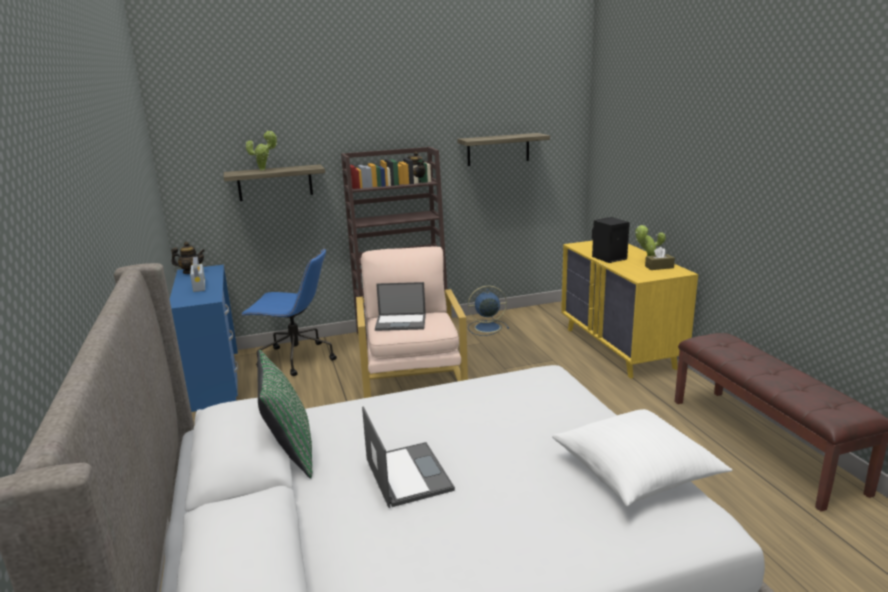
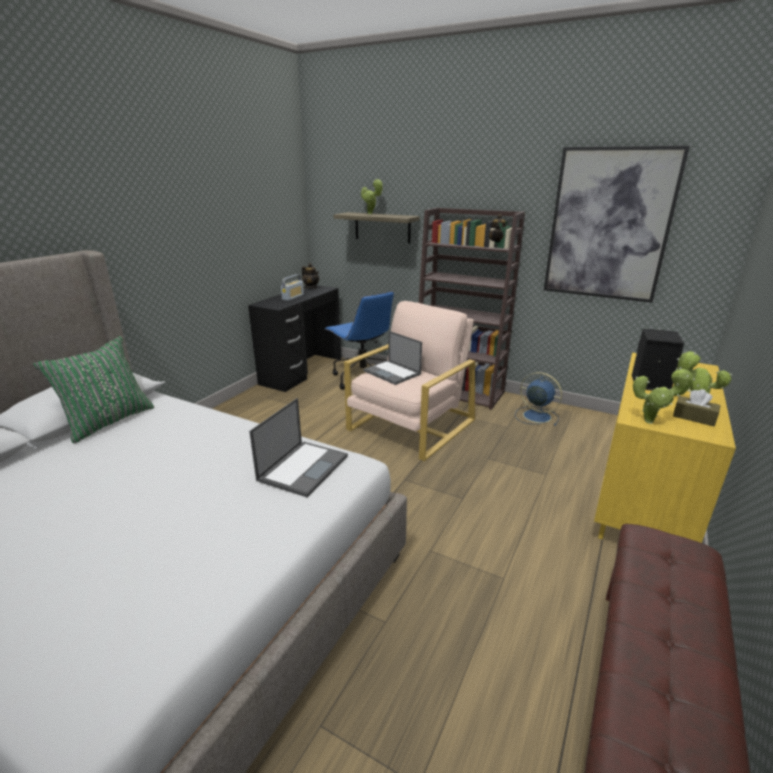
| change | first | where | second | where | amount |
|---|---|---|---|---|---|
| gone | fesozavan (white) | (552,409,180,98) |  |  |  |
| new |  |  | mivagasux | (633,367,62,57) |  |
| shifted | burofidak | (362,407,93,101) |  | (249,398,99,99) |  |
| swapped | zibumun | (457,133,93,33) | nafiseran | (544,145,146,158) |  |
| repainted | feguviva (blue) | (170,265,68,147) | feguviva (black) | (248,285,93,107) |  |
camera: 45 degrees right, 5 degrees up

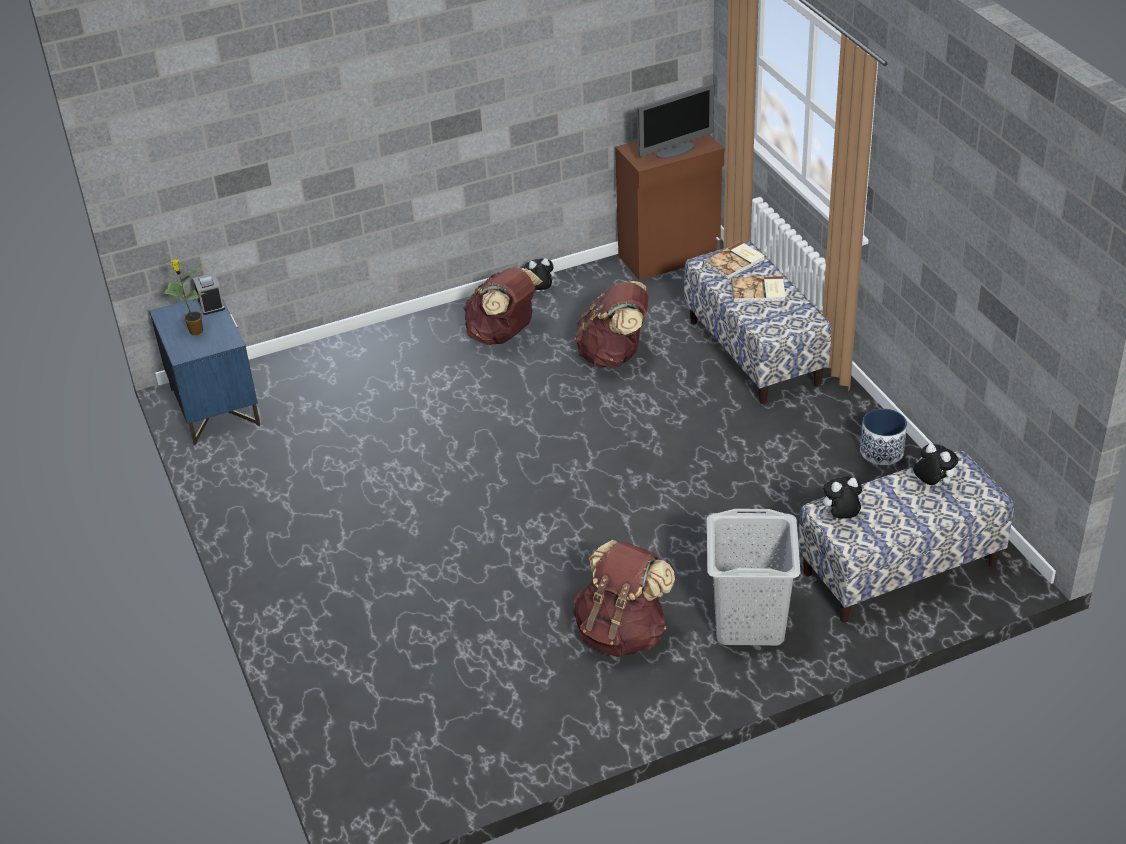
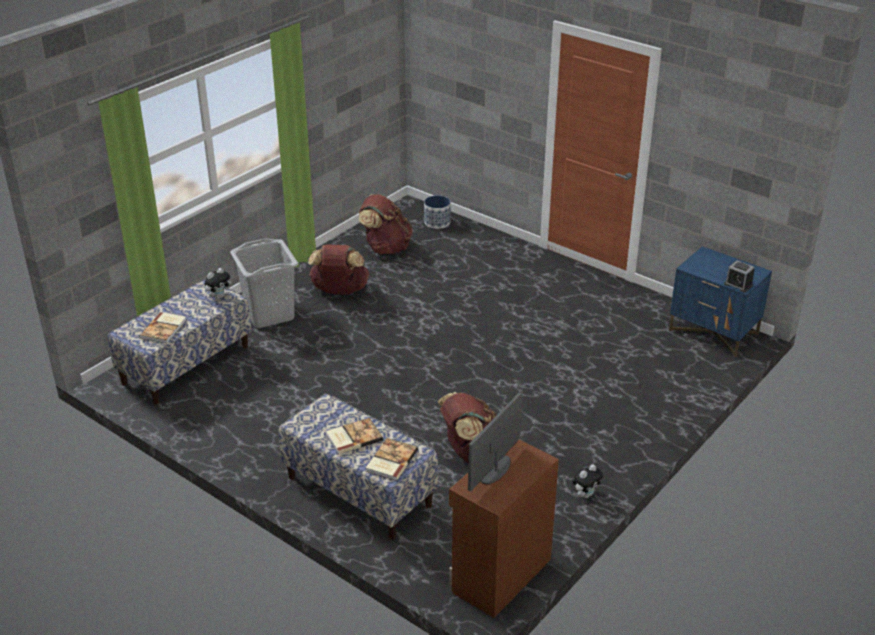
| change | first | where | second | where | amount |
|---|---|---|---|---|---|
| gone | mivagasux | (163,259,43,76) |  |  |  |
| shifted | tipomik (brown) | (463,267,80,78) |  | (359,194,54,60) |  |
| shifted | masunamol | (860,408,47,57) |  | (424,195,27,34) |  |
| swapped | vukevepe | (913,444,45,43) | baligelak | (139,312,47,31) |  |
camera: 150 degrees right, 5 degrees down

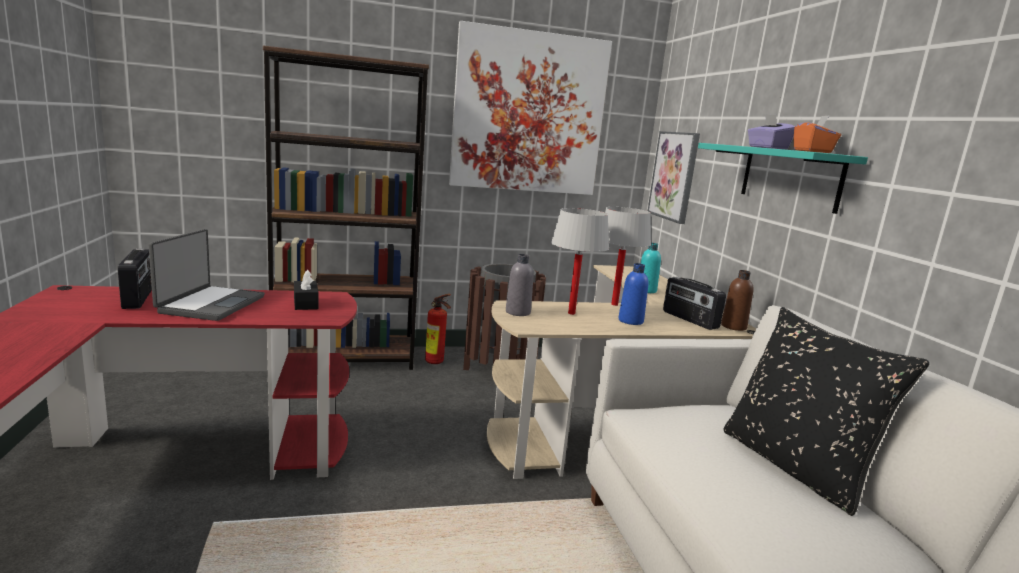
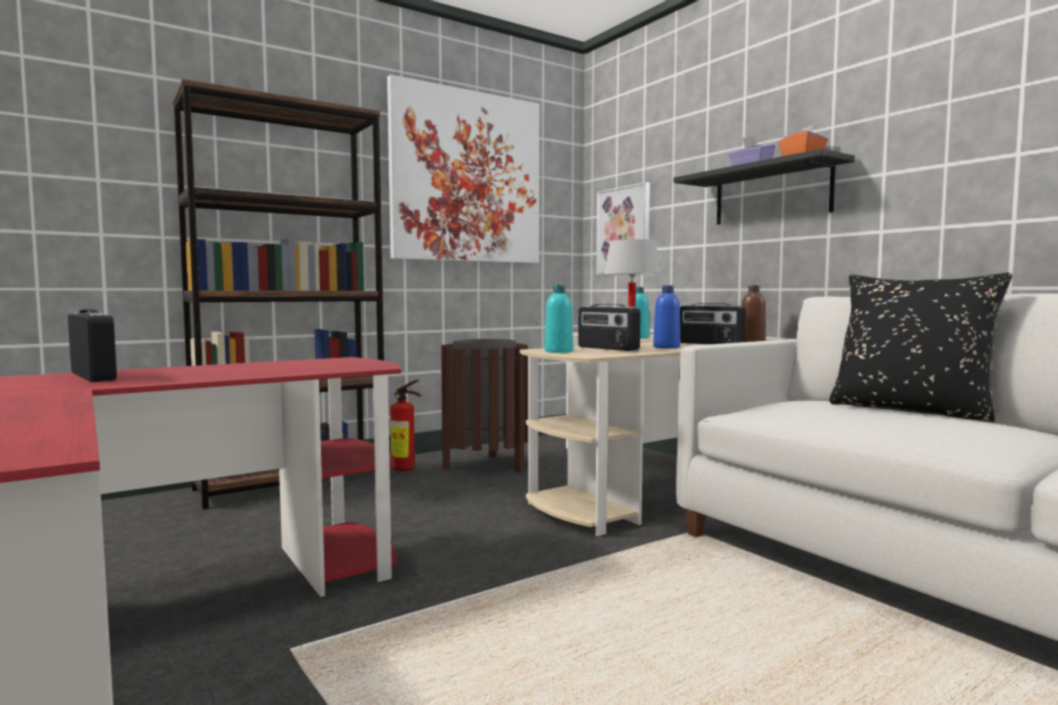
| change | first | where | second | where | amount |
|---|---|---|---|---|---|
| gone | burofidak | (149,229,116,92) |  |  |  |
| gone | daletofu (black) | (294,270,24,40) |  |  |  |
| swapped | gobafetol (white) | (551,208,58,107) | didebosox | (578,304,63,47) |  |
| repainted | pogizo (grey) | (506,254,27,62) | pogizo (turquoise) | (545,285,28,68) |  |
| repainted | zibumun (turquoise) | (698,143,170,71) | zibumun (black) | (674,149,181,76) |  |
camera: 20 degrees left, 10 degrees down

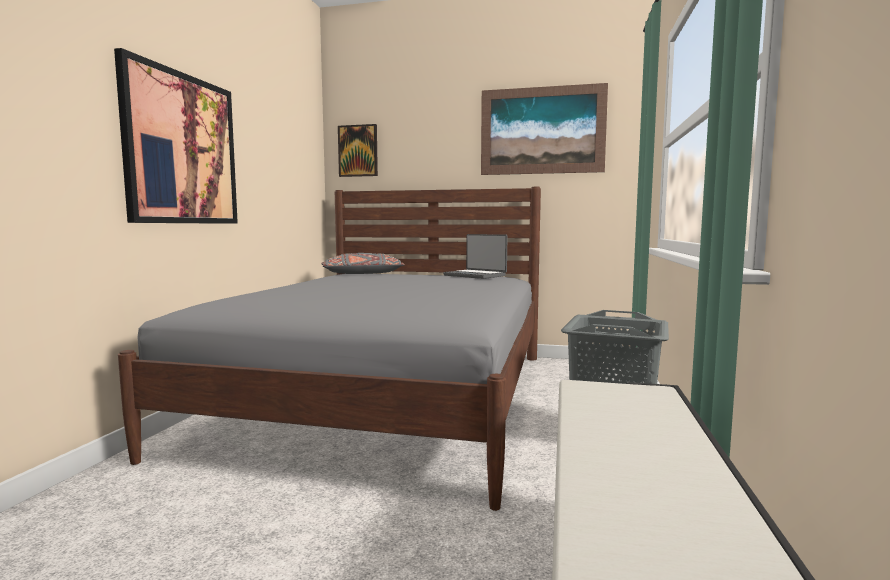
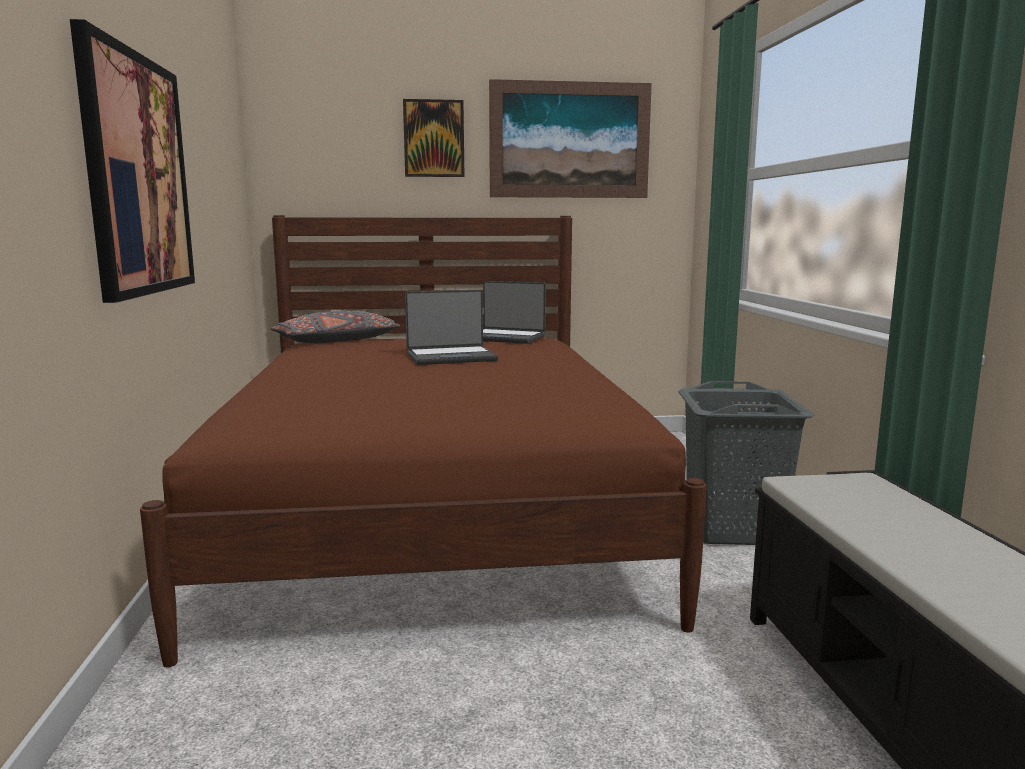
| change | first | where | second | where | amount |
|---|---|---|---|---|---|
| new |  |  | burofidak | (405,290,93,75) |  |
| shifted | nafiseran | (338,124,40,53) |  | (403,99,61,78) |  |
| repainted | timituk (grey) | (118,187,423,324) | timituk (brown) | (140,215,567,452) |  |
camera: 20 degrees left, 5 degrees up

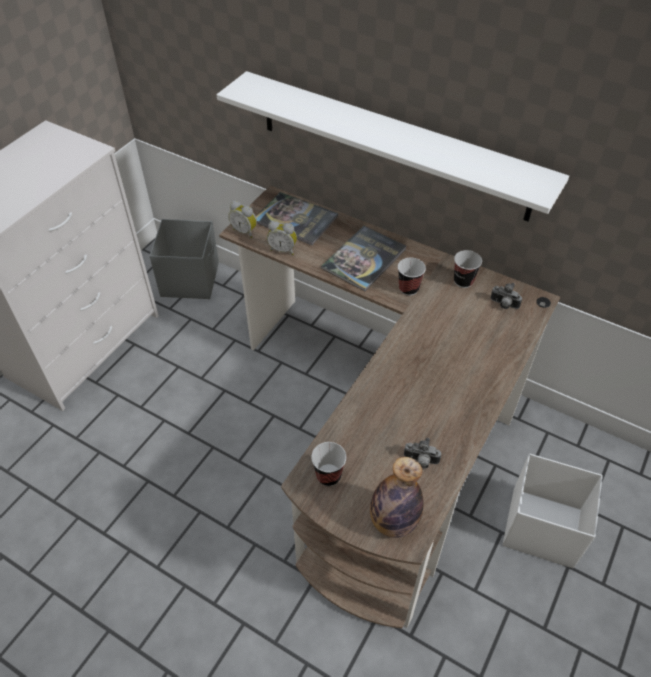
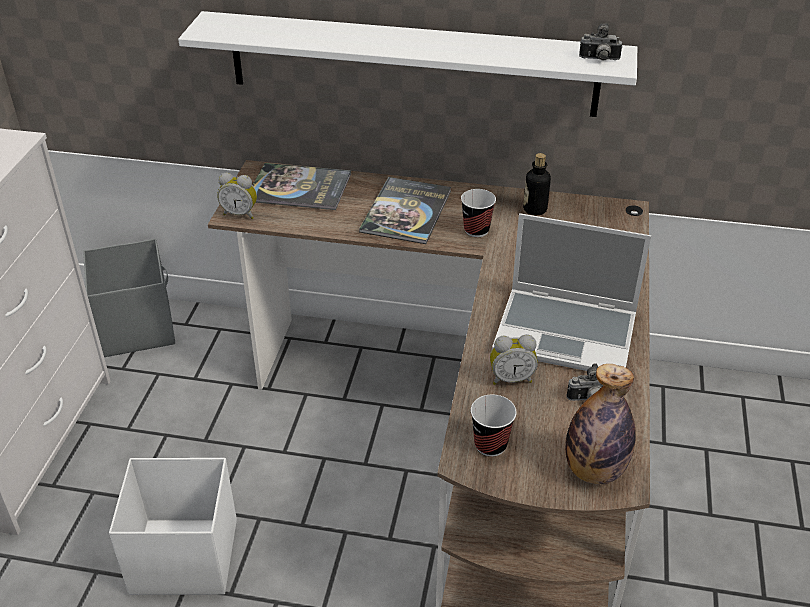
| change | first | where | second | where | amount |
|---|---|---|---|---|---|
| new |  |  | burofidak | (492,213,159,158) |  |
| shifted | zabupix | (267,220,30,35) |  | (490,334,48,51) |  |
| shifted | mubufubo | (491,283,31,26) |  | (579,23,44,38) |  |
| shifted | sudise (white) | (502,454,101,114) |  | (109,458,128,137) |  |
| swapped | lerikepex | (454,250,28,38) | pogizo | (523,153,28,62) |  |
camera: 20 degrees left, 10 degrees down

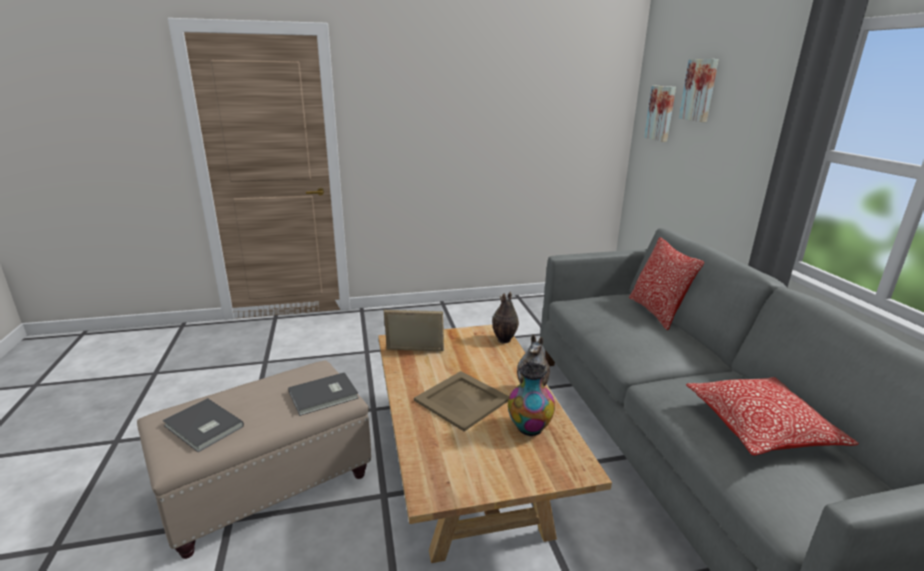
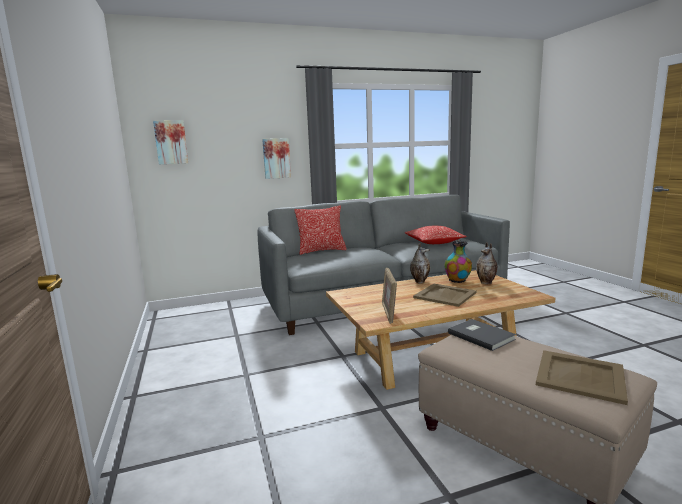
| change | first | where | second | where | amount |
|---|---|---|---|---|---|
| shifted | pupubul | (492,292,27,52) |  | (476,242,21,42) |  |
| shifted | nafiseran | (679,59,40,63) |  | (262,138,29,41) |  |
| swapped | baligelak (grey) | (163,398,81,54) | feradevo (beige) | (536,350,92,55) |  |
camera: 95 degrees left, 10 degrees down

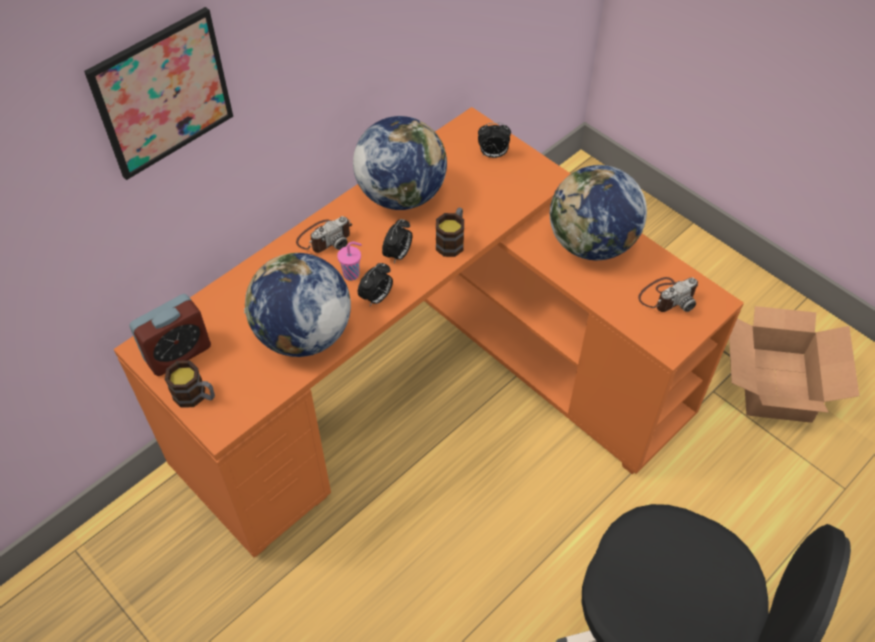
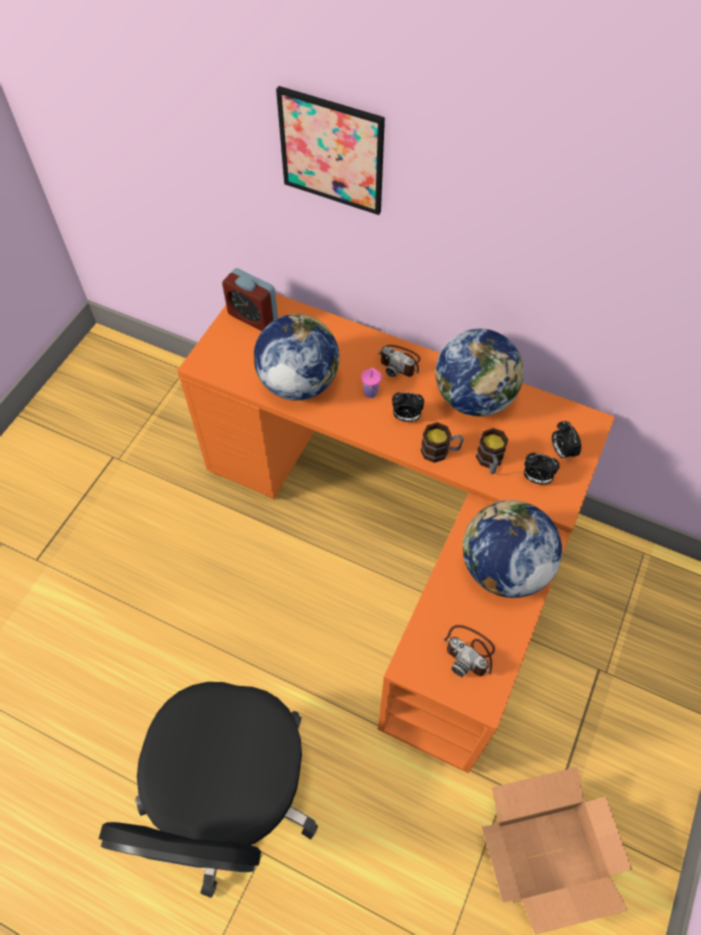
| change | first | where | second | where | amount |
|---|---|---|---|---|---|
| shifted | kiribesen | (165,360,50,48) |  | (476,428,32,46) |  |
| shifted | zabupix | (358,263,35,43) |  | (524,453,36,31) |  |
camera: 70 degrees right, 5 degrees up

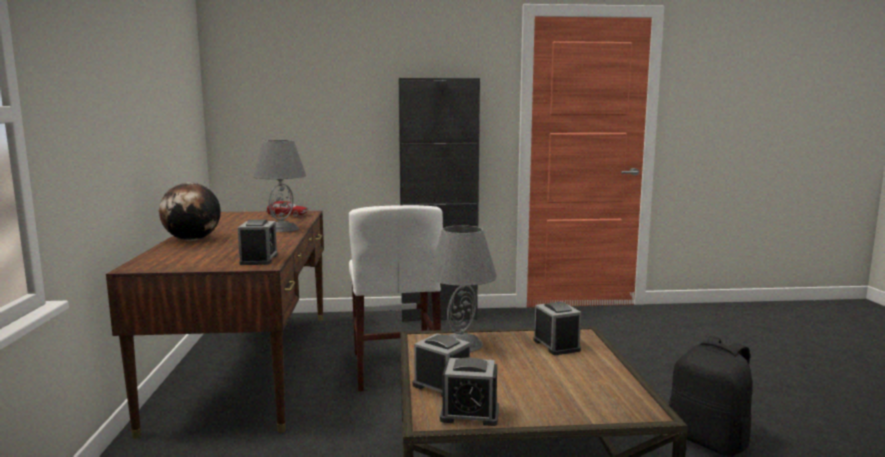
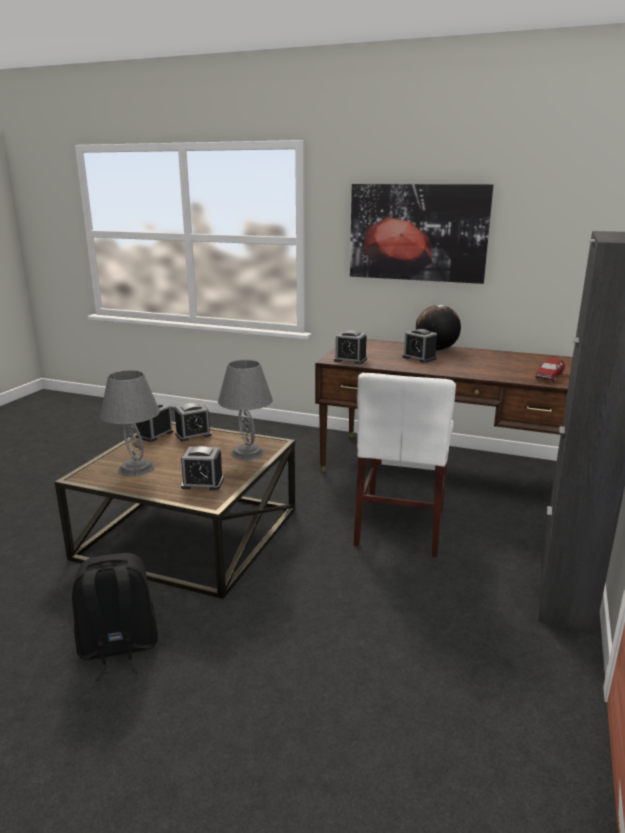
| change | first | where | second | where | amount |
|---|---|---|---|---|---|
| new |  |  | nafiseran | (350,184,143,100) |  |
| new |  |  | zabupix | (402,329,35,34) |  |
| shifted | gobafetol (grey) | (254,140,52,92) |  | (100,370,60,106) |  |
| rotated | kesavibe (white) | (349,205,94,186) |  | (354,373,102,184) | 90 degrees counterclockwise |
camera: 115 degrees right, 10 degrees up

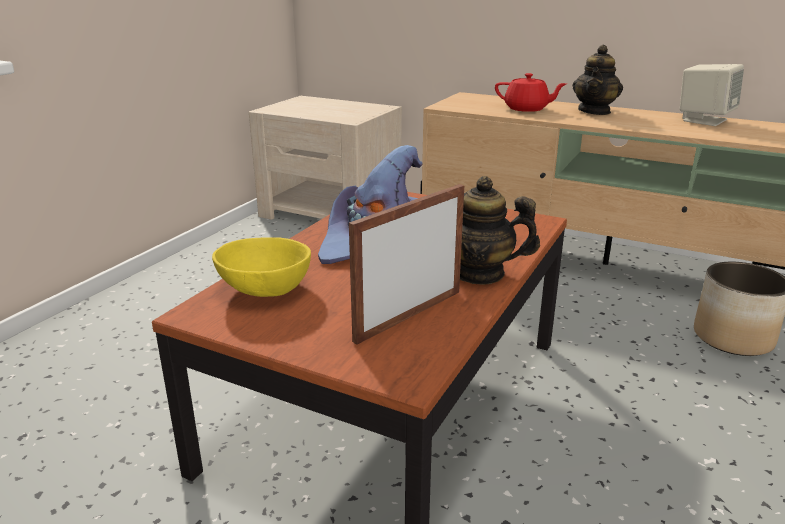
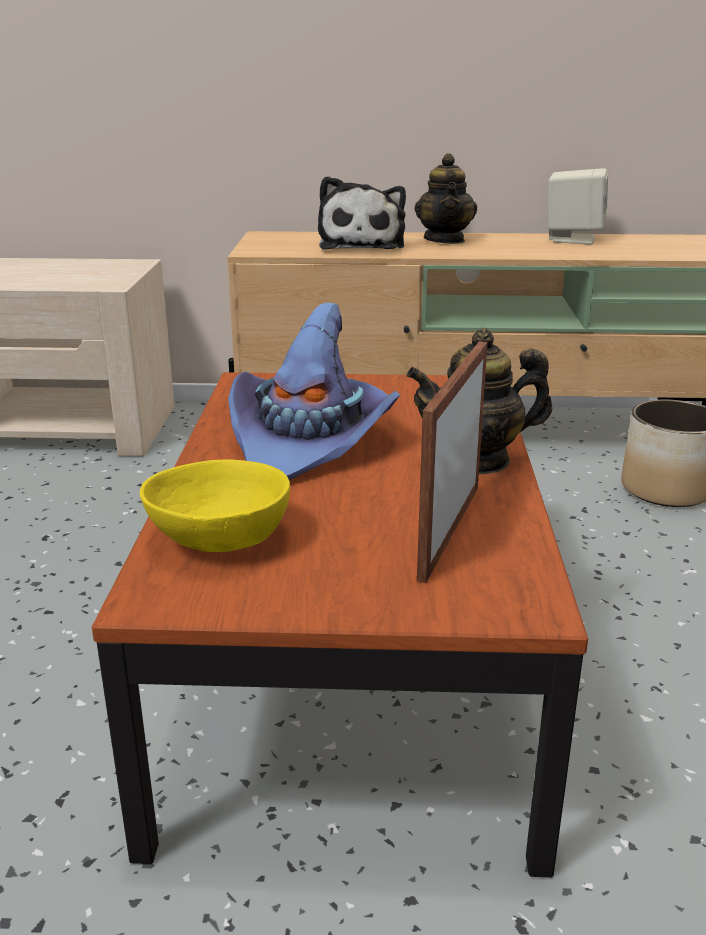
| change | first | where | second | where | amount |
|---|---|---|---|---|---|
| swapped | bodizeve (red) | (495,73,72,39) | vukevepe | (318,176,88,74) |  |
camera: 25 degrees left, 0 degrees up

